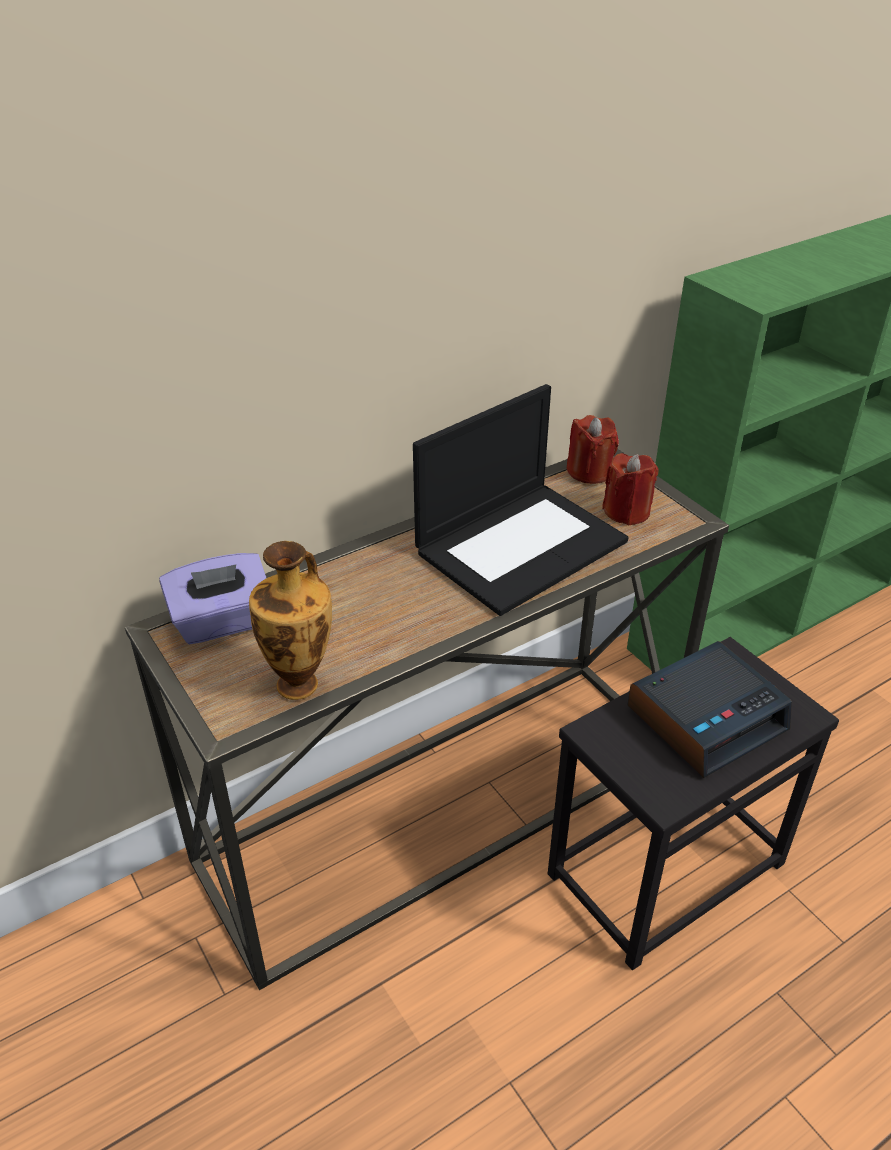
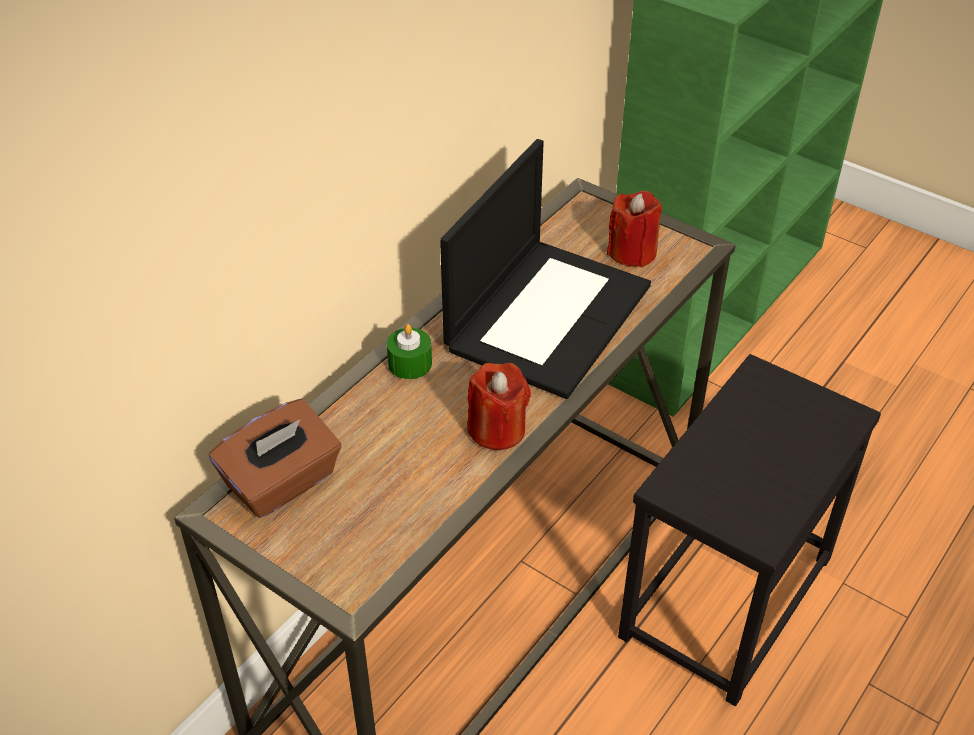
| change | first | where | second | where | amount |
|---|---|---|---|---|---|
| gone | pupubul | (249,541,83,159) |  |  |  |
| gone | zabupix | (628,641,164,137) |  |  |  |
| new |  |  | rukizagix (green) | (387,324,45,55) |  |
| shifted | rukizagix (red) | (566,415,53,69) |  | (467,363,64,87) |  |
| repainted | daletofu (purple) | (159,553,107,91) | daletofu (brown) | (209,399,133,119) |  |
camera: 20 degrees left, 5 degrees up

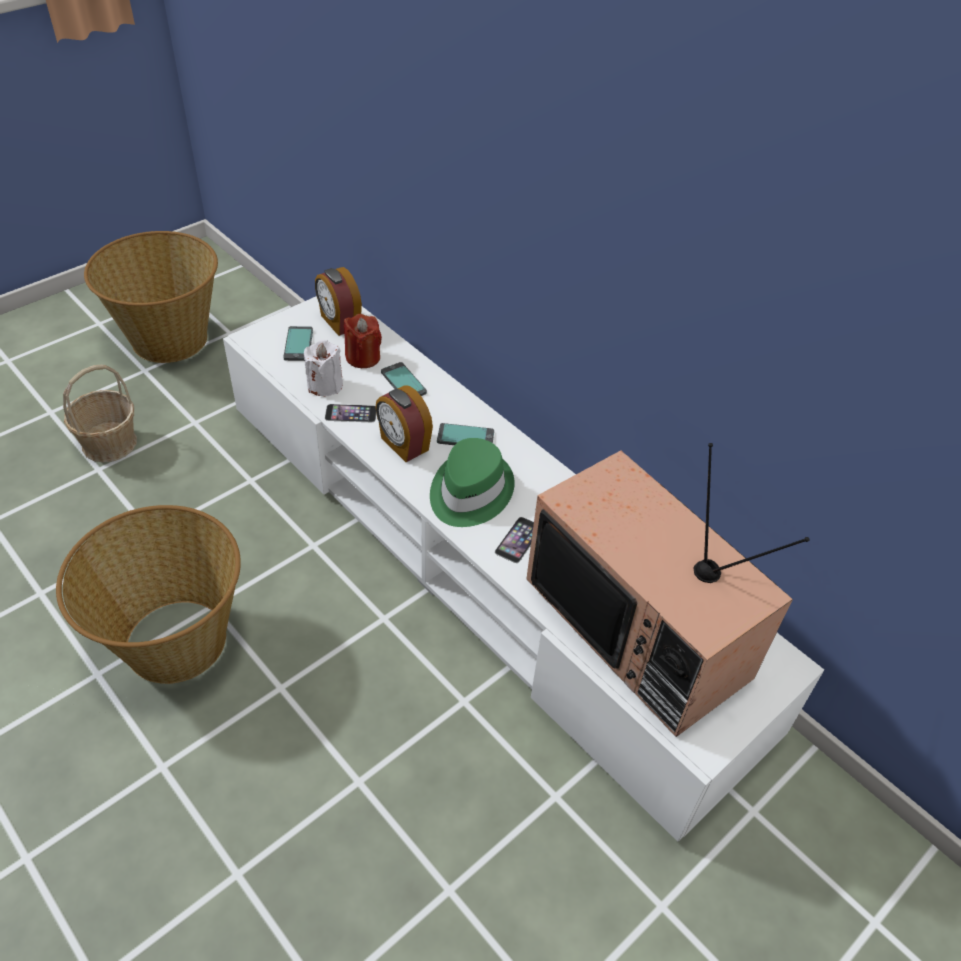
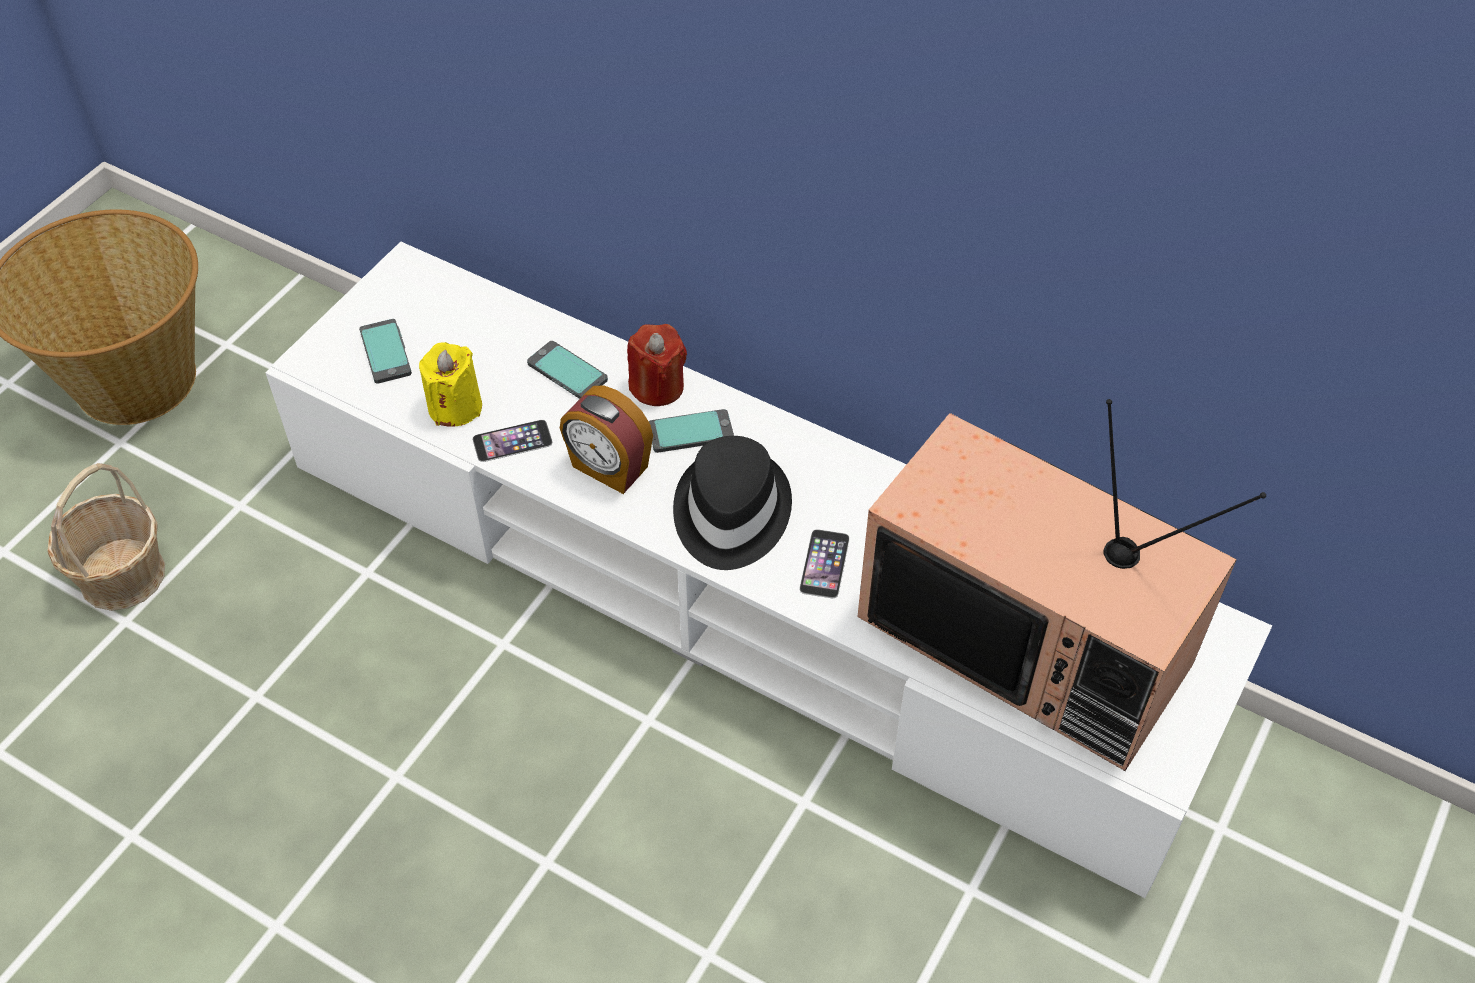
| change | first | where | second | where | amount |
|---|---|---|---|---|---|
| gone | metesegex | (56,505,185,179) |  |  |  |
| gone | zabupix | (315,267,47,69) |  |  |  |
| shifted | rukizagix (red) | (344,314,38,54) |  | (627,324,60,82) |  |
| repainted | rukizagix (white) | (304,340,39,57) | rukizagix (yellow) | (419,342,63,85) |  |
| repainted | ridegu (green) | (430,438,85,89) | ridegu (black) | (673,436,119,134) |  |
camera: 15 degrees left, 5 degrees up

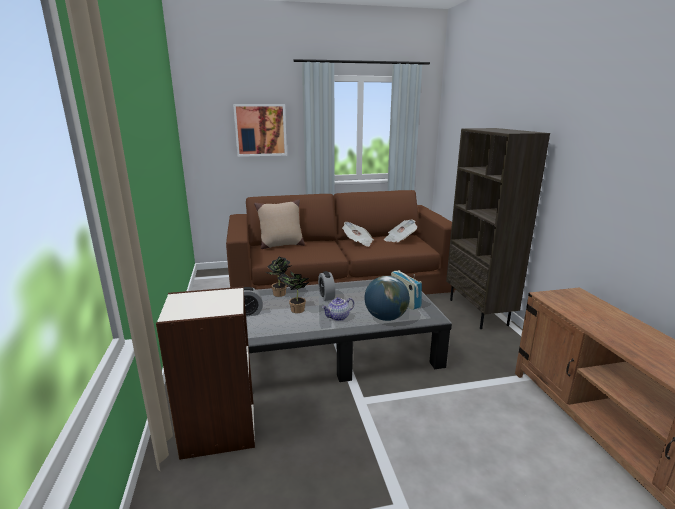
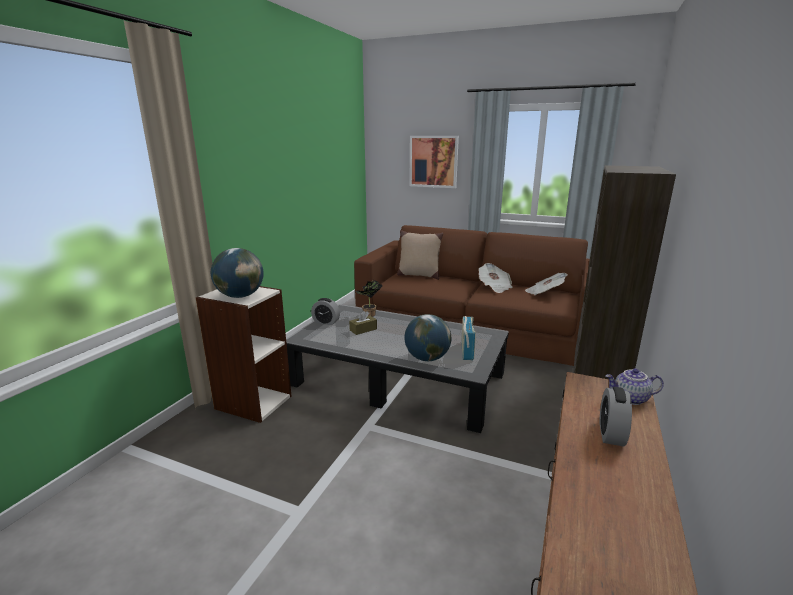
| change | first | where | second | where | amount |
|---|---|---|---|---|---|
| new |  |  | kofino | (211,248,53,50) |  |
| shifted | zabupix | (318,271,17,30) |  | (599,387,33,60) |  |
| shifted | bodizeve | (322,297,32,24) |  | (605,368,59,37) |  |
| swapped | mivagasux | (278,271,31,42) | daletofu (brown) | (349,311,28,24) |  |
camera: 35 degrees right, 0 degrees up

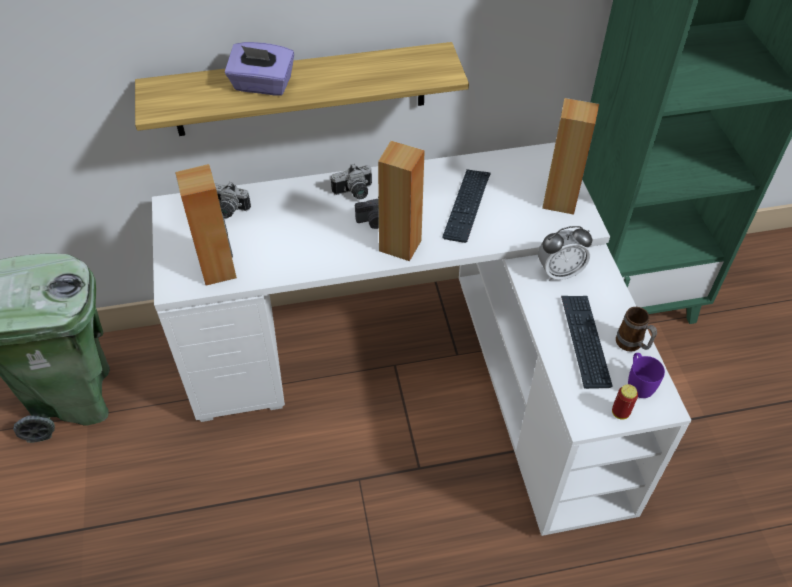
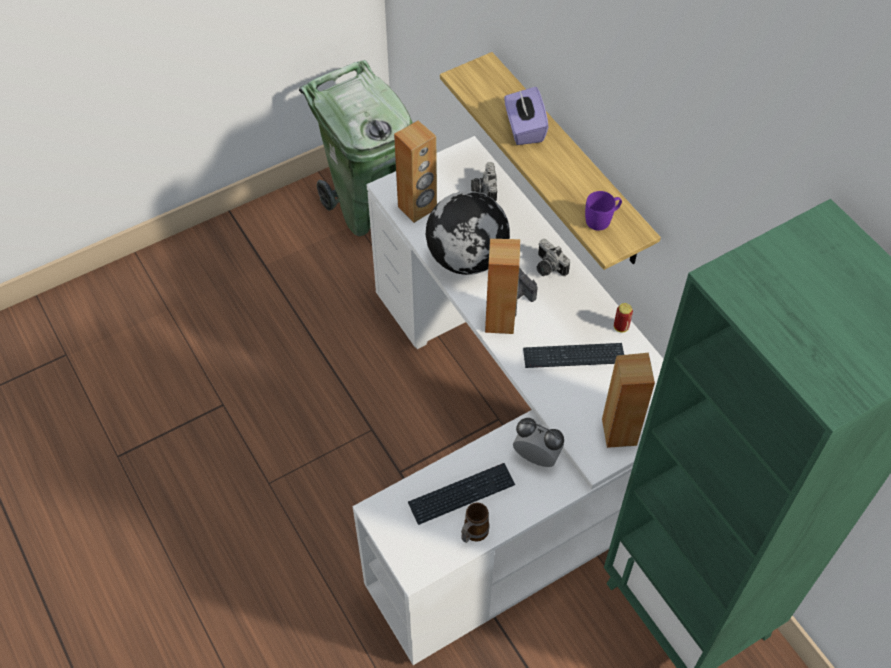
| change | first | where | second | where | amount |
|---|---|---|---|---|---|
| new |  |  | kofino | (426,191,84,84) |  |
| shifted | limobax | (612,384,26,36) |  | (614,303,19,30) |  |
| shifted | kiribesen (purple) | (628,353,37,45) |  | (585,191,37,39) |  |
| rotated | zabupix | (538,226,54,55) |  | (513,418,51,49) | 150 degrees clockwise |
camera: 70 degrees right, 5 degrees up

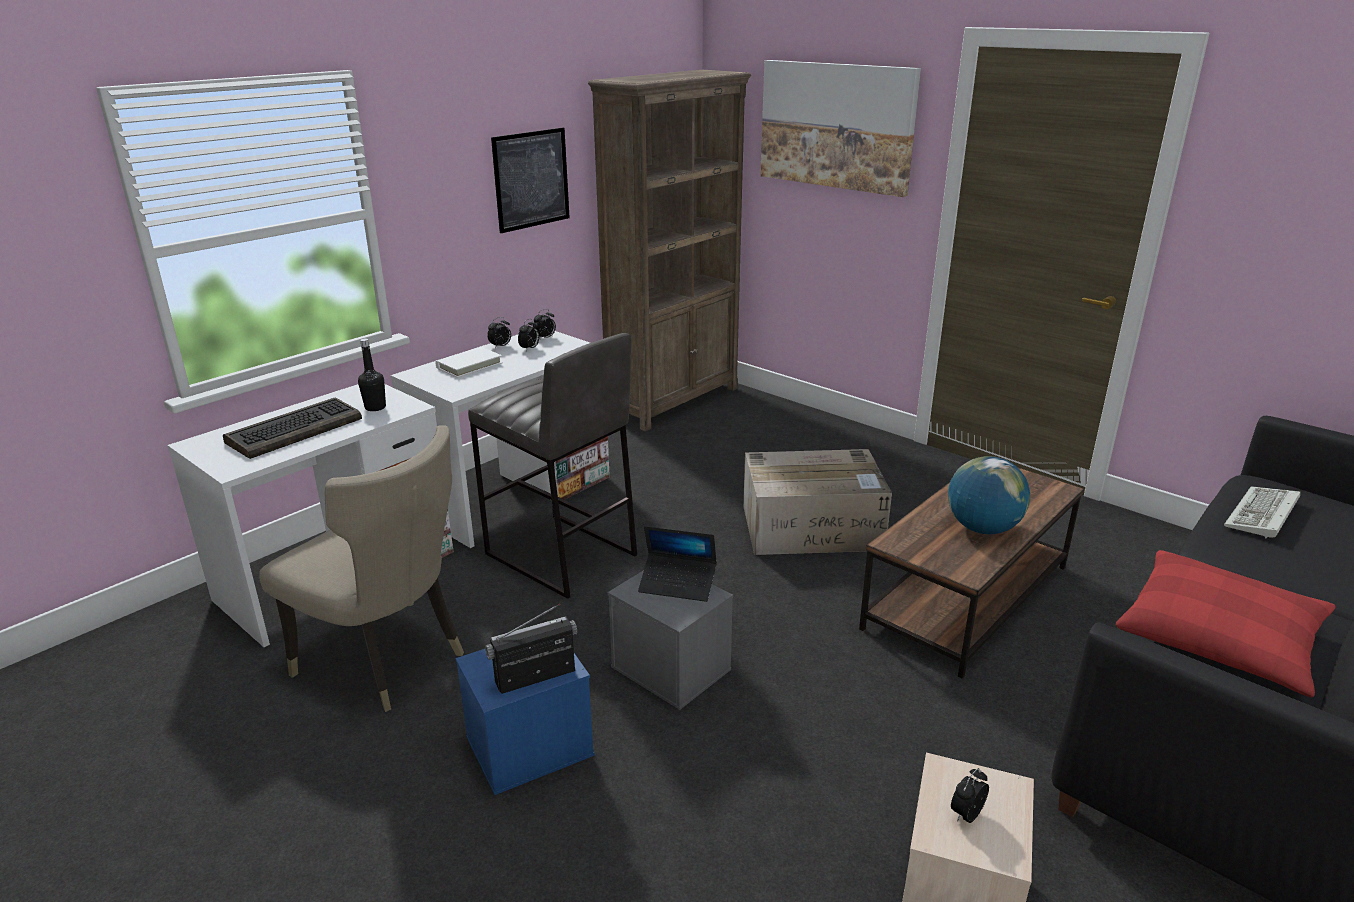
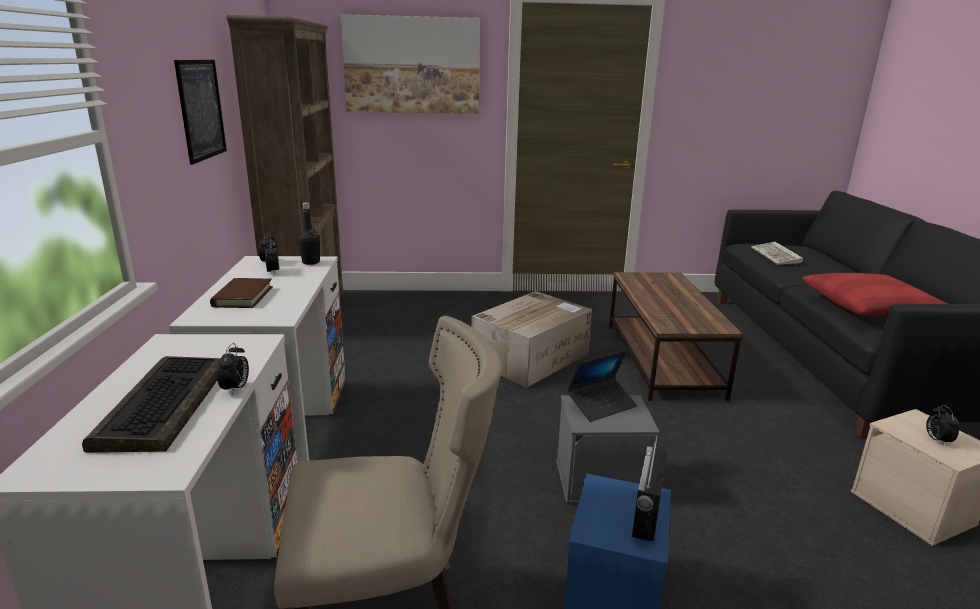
| change | first | where | second | where | amount |
|---|---|---|---|---|---|
| gone | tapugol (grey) | (468,333,169,266) |  |  |  |
| gone | kofino | (948,456,82,78) |  |  |  |
| shifted | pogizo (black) | (358,338,28,73) |  | (298,202,22,63) |  |
| shifted | zabupix | (487,317,24,31) |  | (217,343,32,52) |  |
| repainted | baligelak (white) | (436,347,67,31) | baligelak (brown) | (210,278,63,30) |  |
camera: 45 degrees left, 5 degrees down

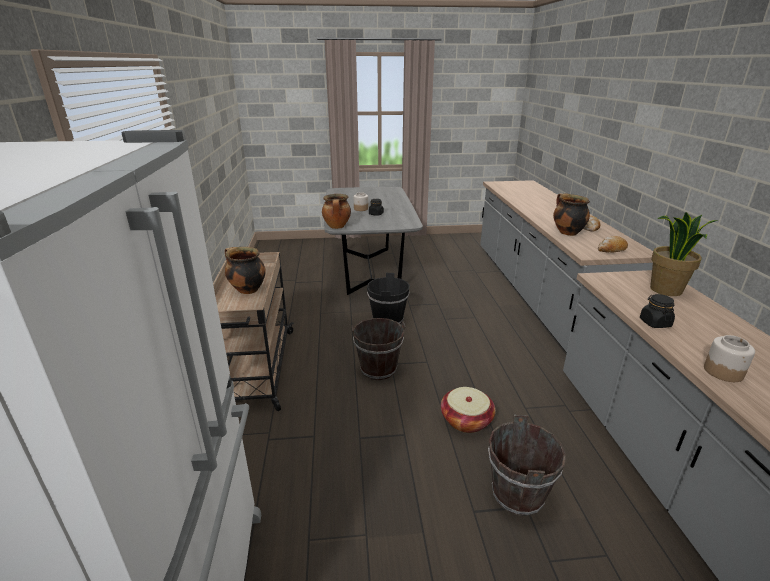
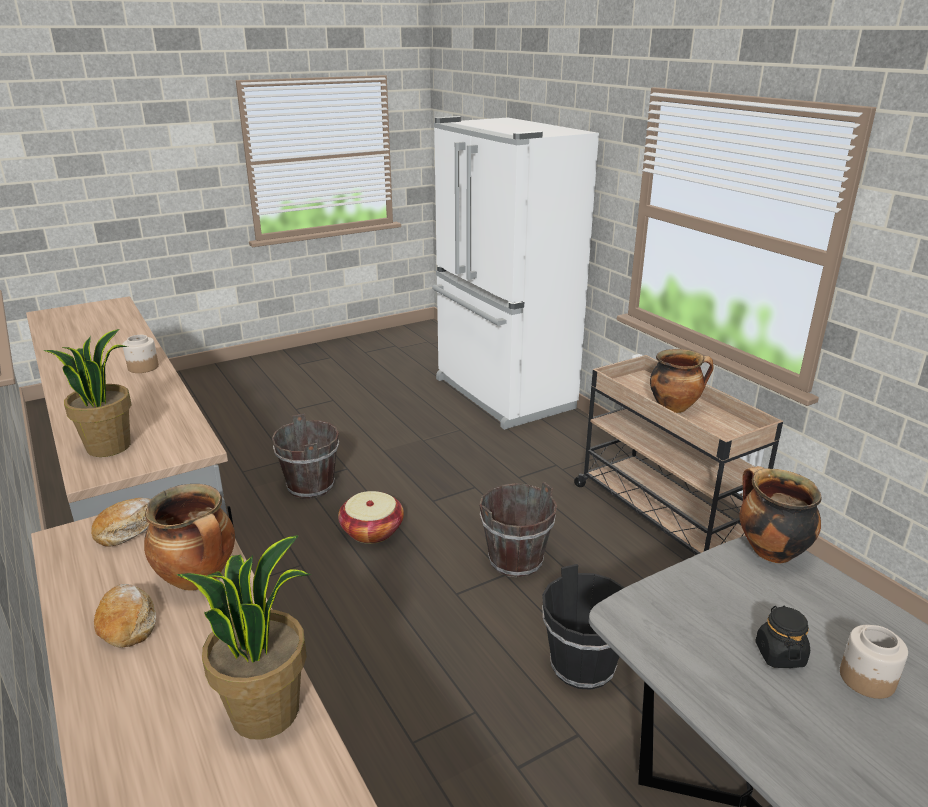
| change | first | where | second | where | amount |
|---|---|---|---|---|---|
| gone | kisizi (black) | (640,294,35,34) |  |  |  |
| new |  |  | mivagasux | (177,535,134,205) |  |
camera: 155 degrees right, 0 degrees up

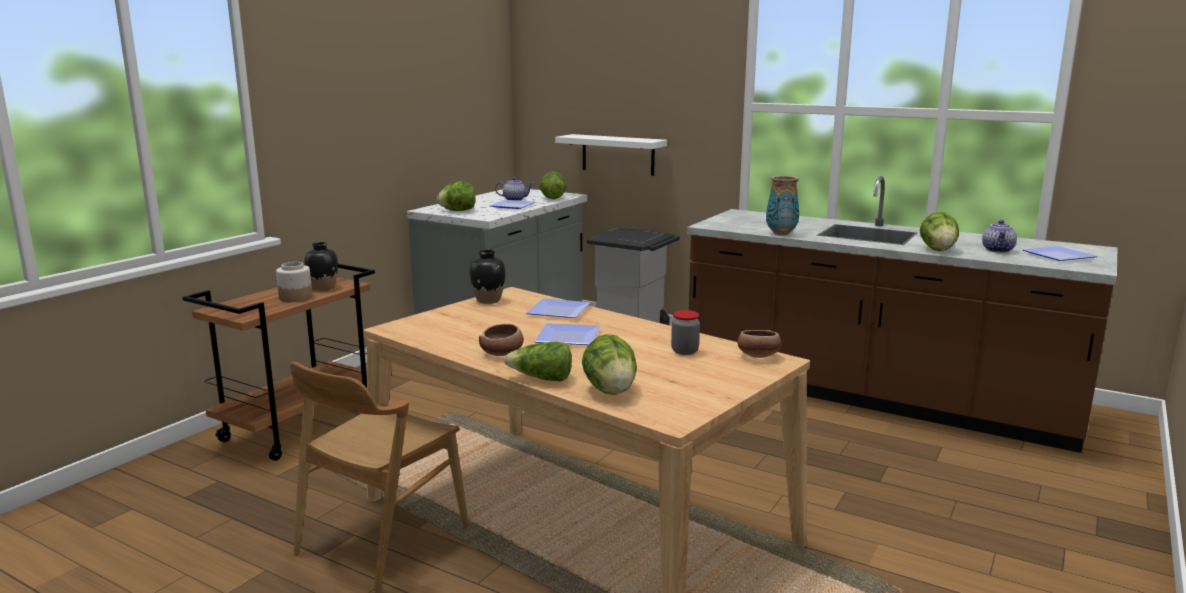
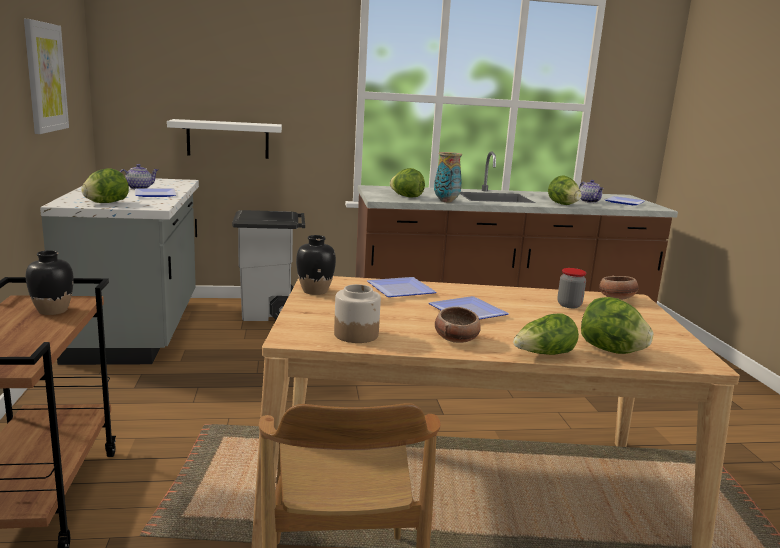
| change | first | where | second | where | amount |
|---|---|---|---|---|---|
| new |  |  | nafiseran | (24,19,45,115) |  |
| shifted | kisizi | (276,262,36,40) |  | (334,284,47,59) |  |
| shifted | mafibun | (540,171,27,28) |  | (390,168,35,29) |  |
camera: 40 degrees left, 0 degrees up

